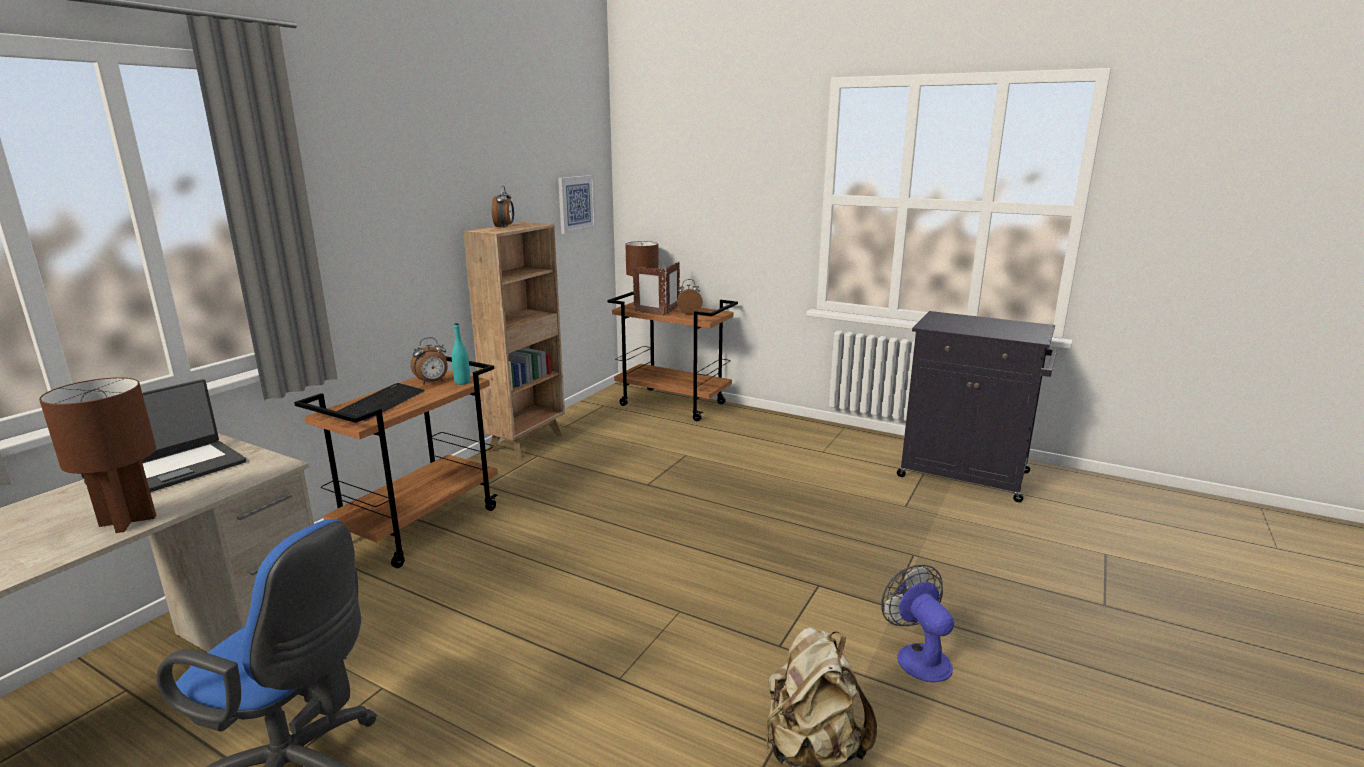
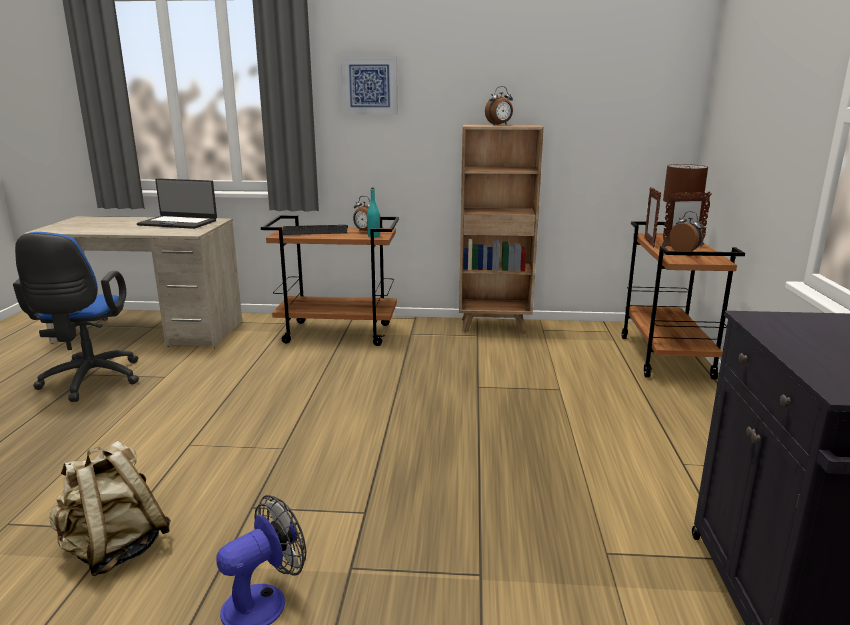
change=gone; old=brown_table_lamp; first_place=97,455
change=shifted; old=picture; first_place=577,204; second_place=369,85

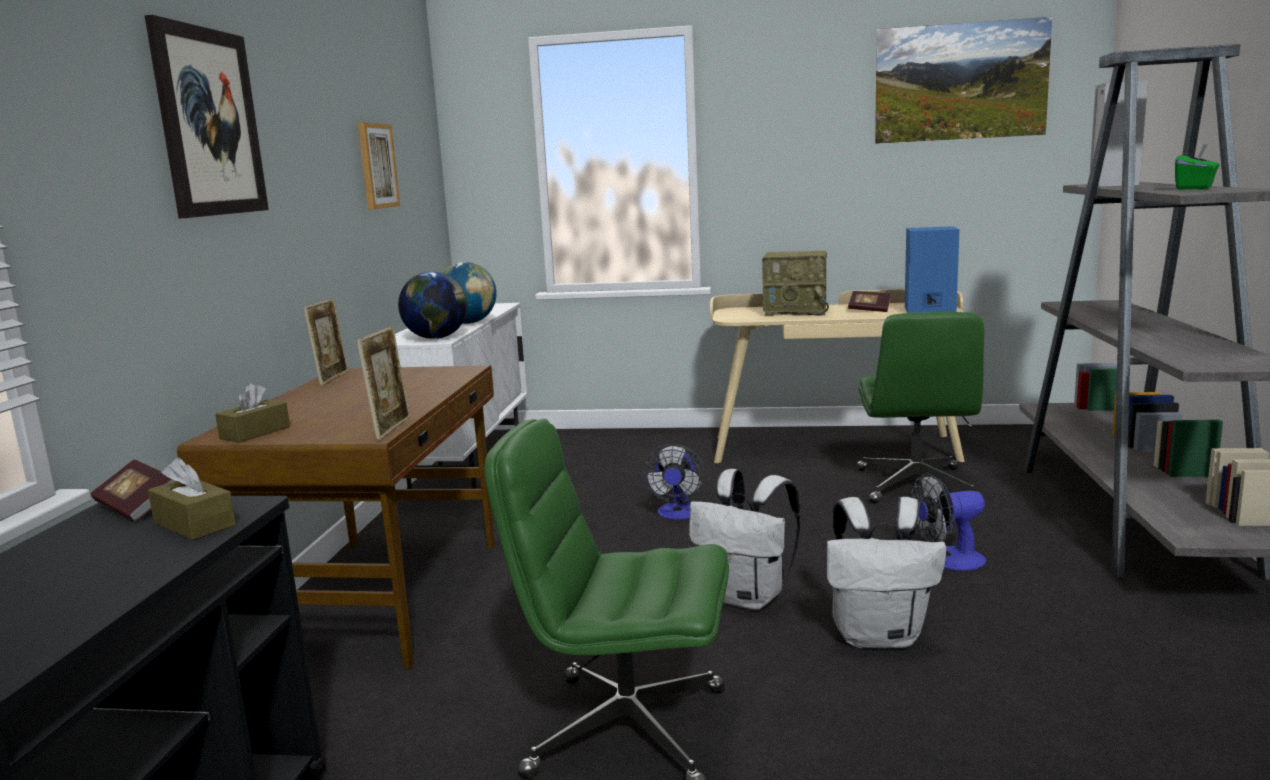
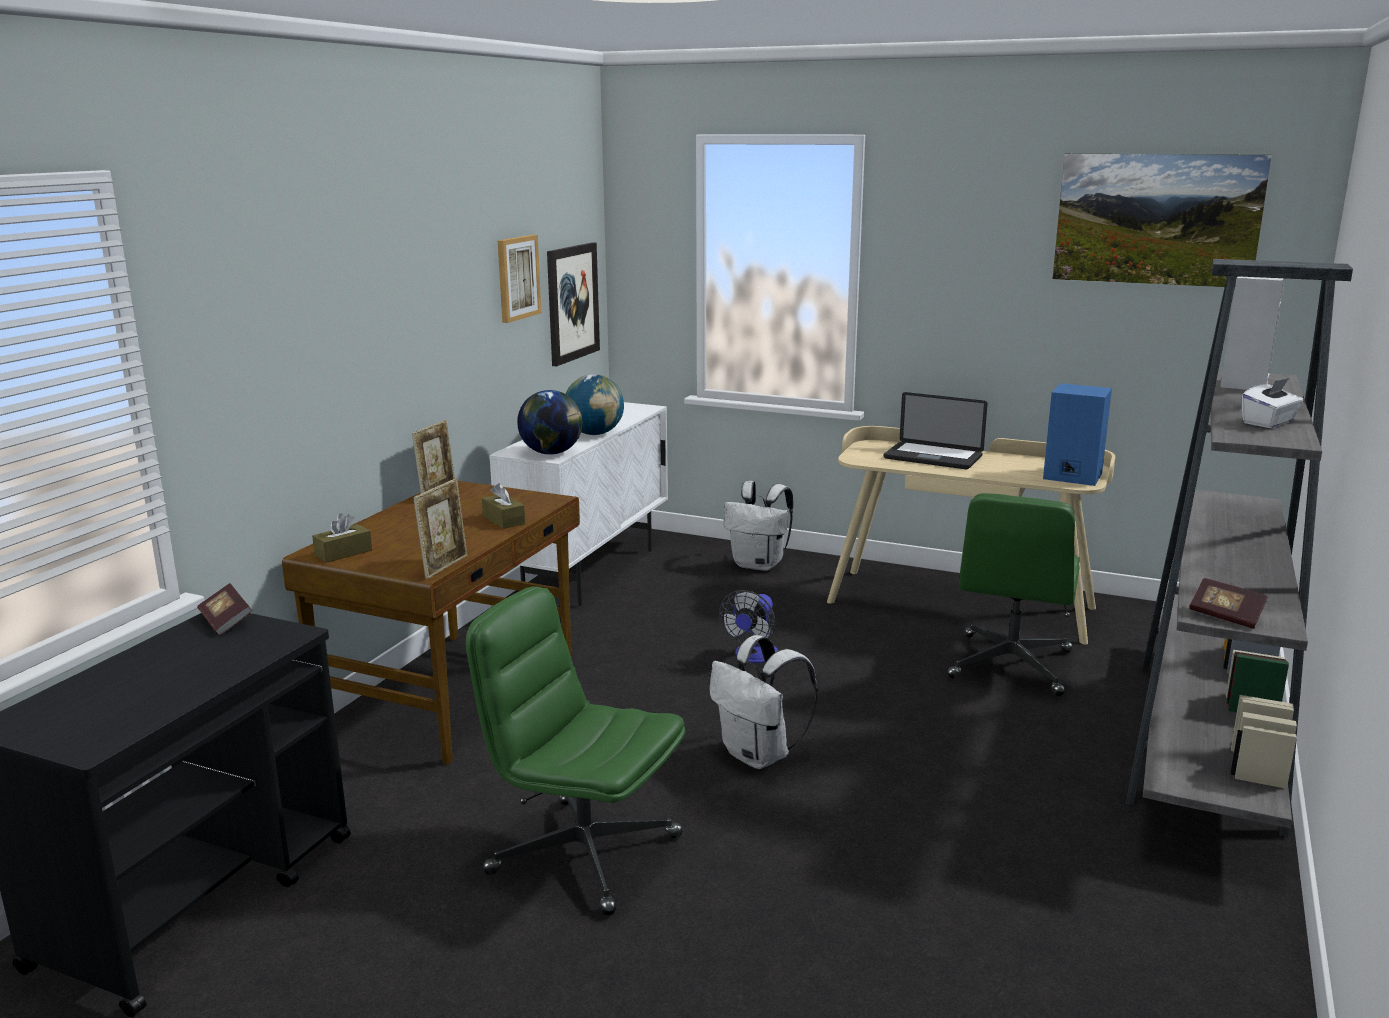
change=shifted; old=picture; first_place=206,116; second_place=573,304
change=shifted; old=brown_tissue_box; first_place=192,498; second_place=503,506
change=swapped; old=radio; new=laptop; first_place=795,283; second_place=935,430
change=shifted; old=white_backpack; first_place=887,572; second_place=758,526
change=shifted; old=book; first_place=869,301; second_place=1228,603
change=gone; old=fan; first_place=948,522
change=repainted; old=green_tissue_box; new=white_tissue_box; first_place=1197,167; second_place=1273,403

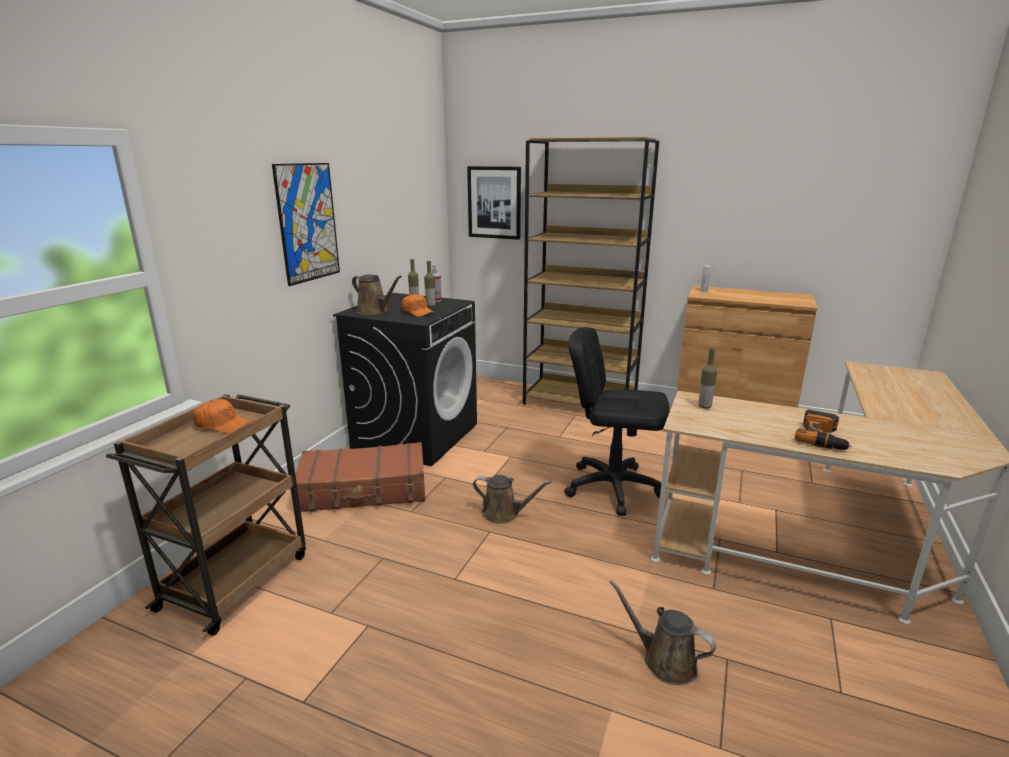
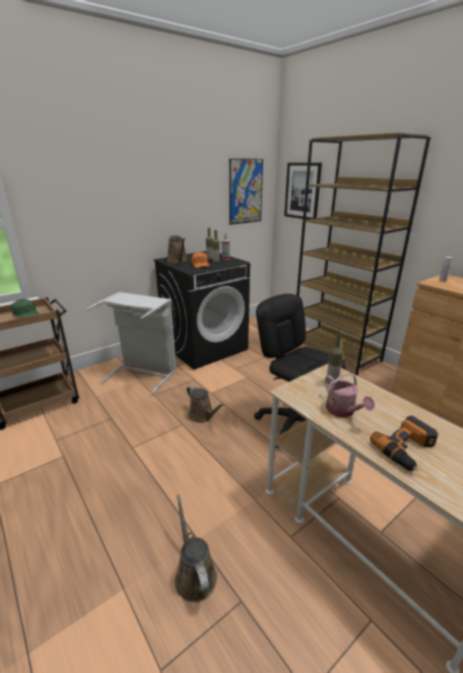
change=repainted; old=orange_cap; new=green_cap; first_place=222,416; second_place=25,308
change=shifted; old=picture; first_place=306,224; second_place=246,192
change=swapped; old=brown_suitcase; new=grey_laundry_basket; first_place=360,477; second_place=131,343
change=new; new=watering_can; second_place=350,395

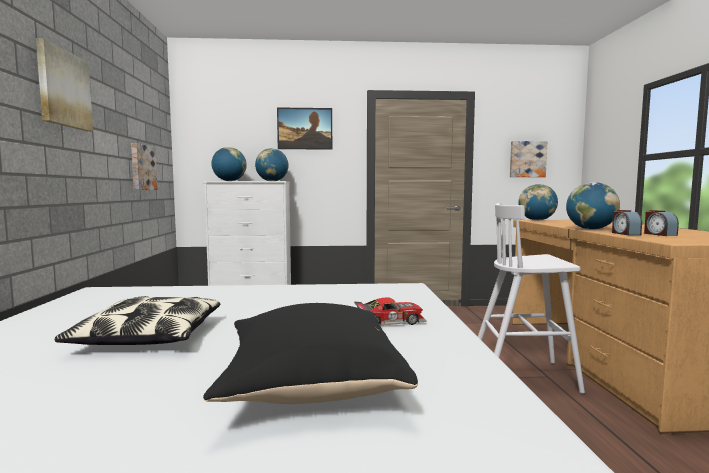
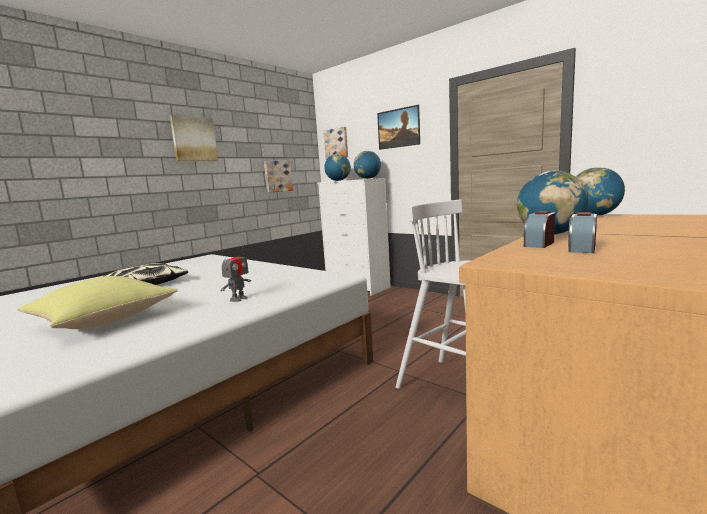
change=repainted; old=black_pillow; new=yellow_pillow; first_place=310,353; second_place=97,302
change=swapped; old=toy_car; new=toy_robot; first_place=390,311; second_place=235,274
change=shifted; old=picture; first_place=528,159; second_place=335,143

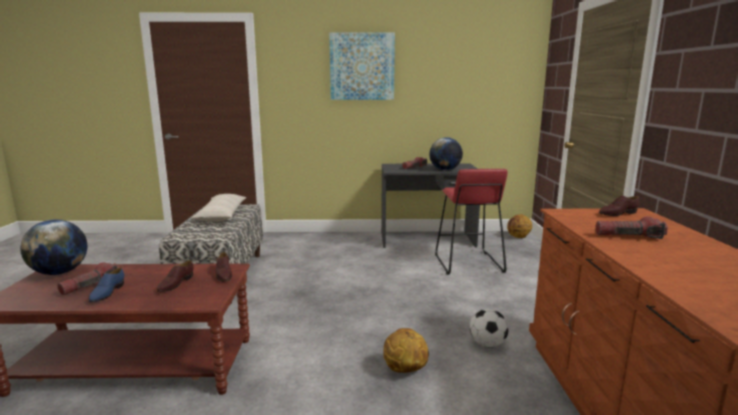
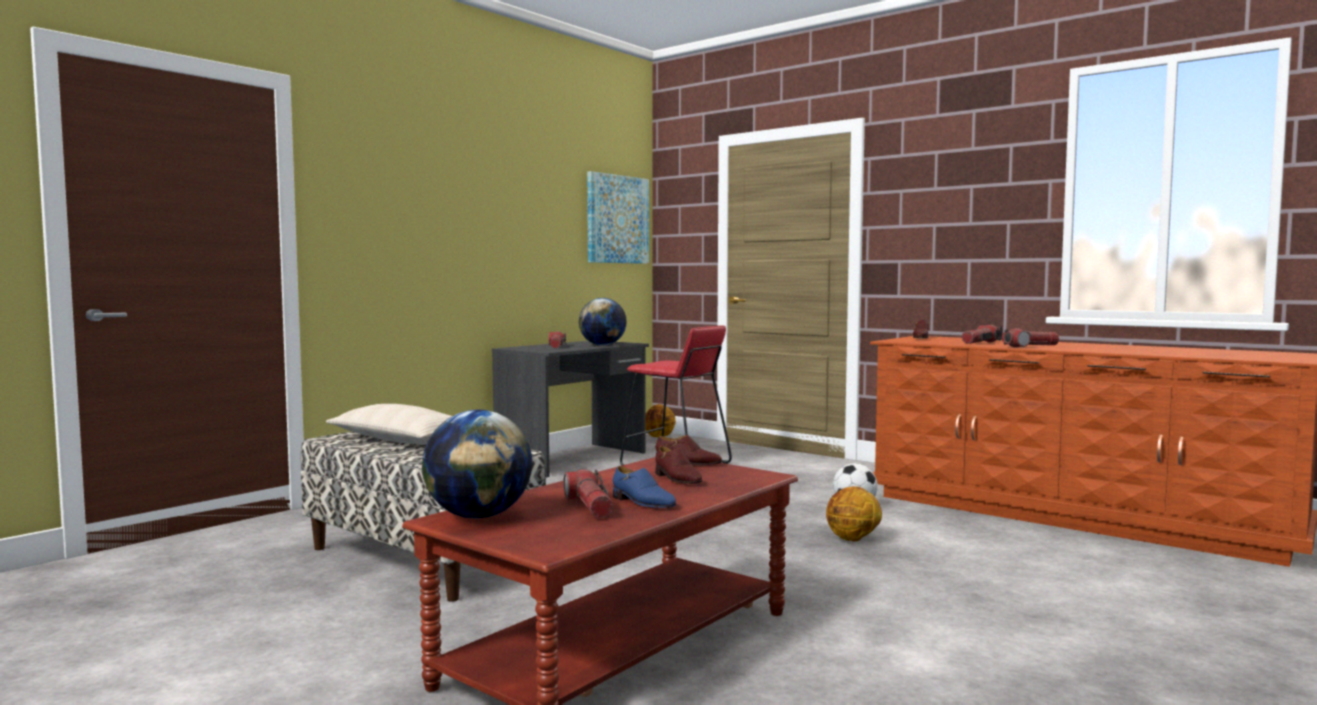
change=shifted; old=picture; first_place=362,66; second_place=618,217
change=new; new=flashlight; second_place=1030,337

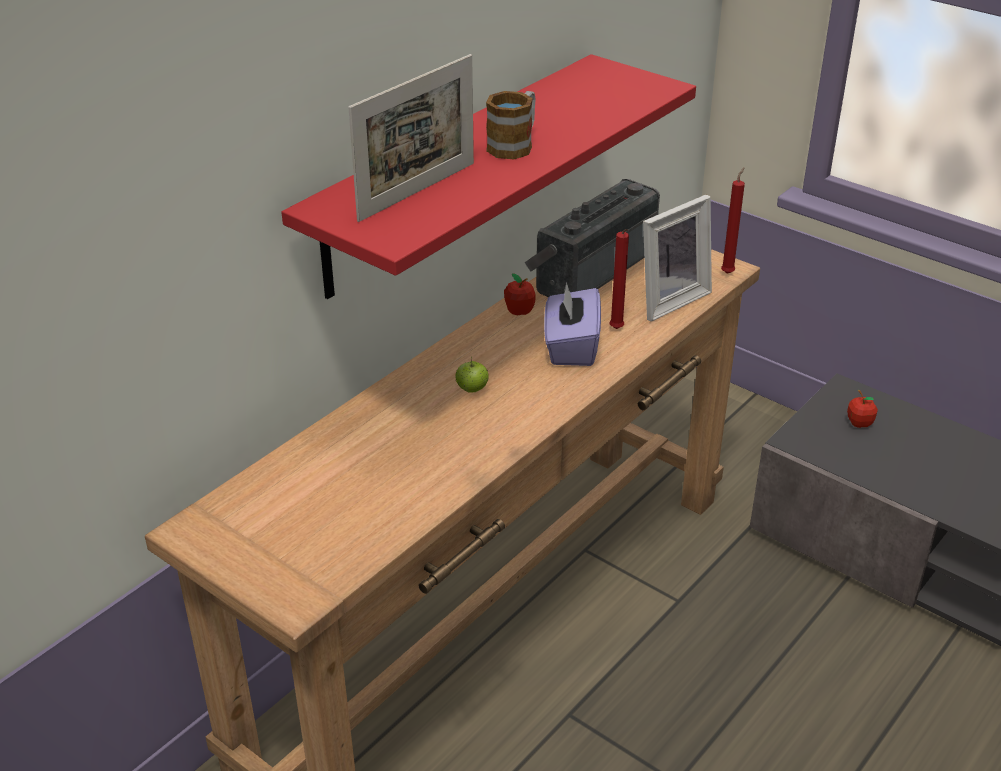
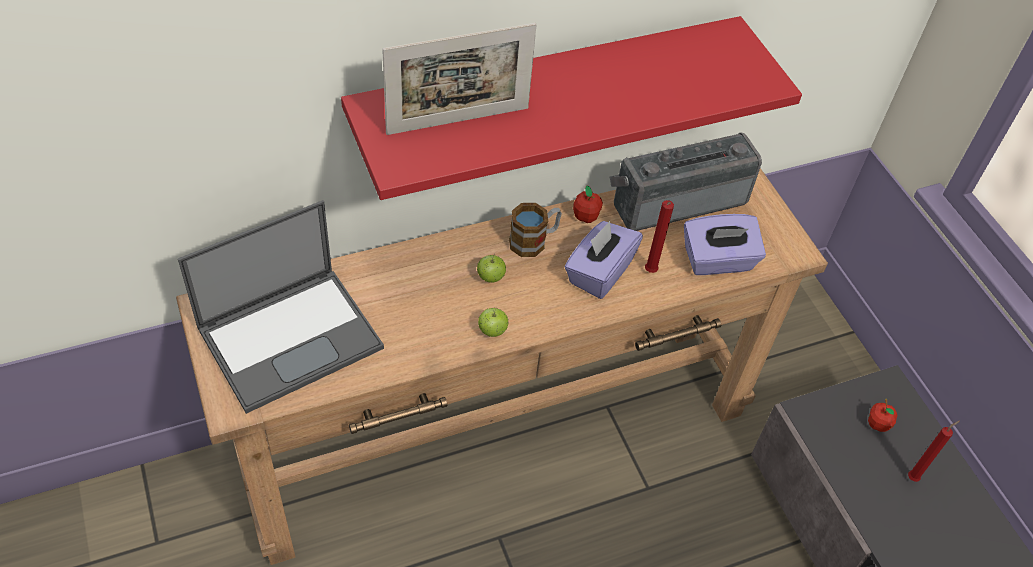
change=shifted; old=mug; first_place=511,125; second_place=535,230
change=swapped; old=picture_frame; new=purple_tissue_box; first_place=677,258; second_place=725,244
change=shifted; old=red_candle; first_place=733,220; second_place=934,451
change=new; new=laptop; second_place=281,307
change=new; new=apple; second_place=493,322

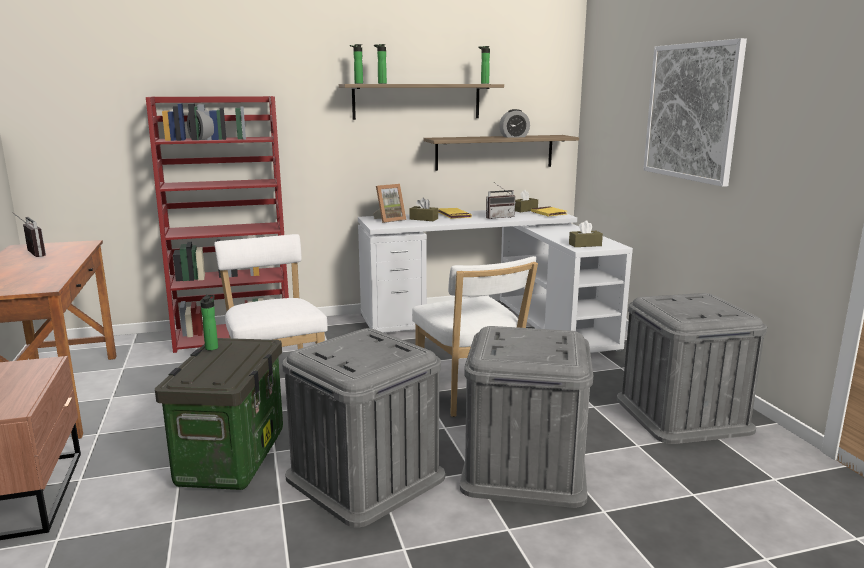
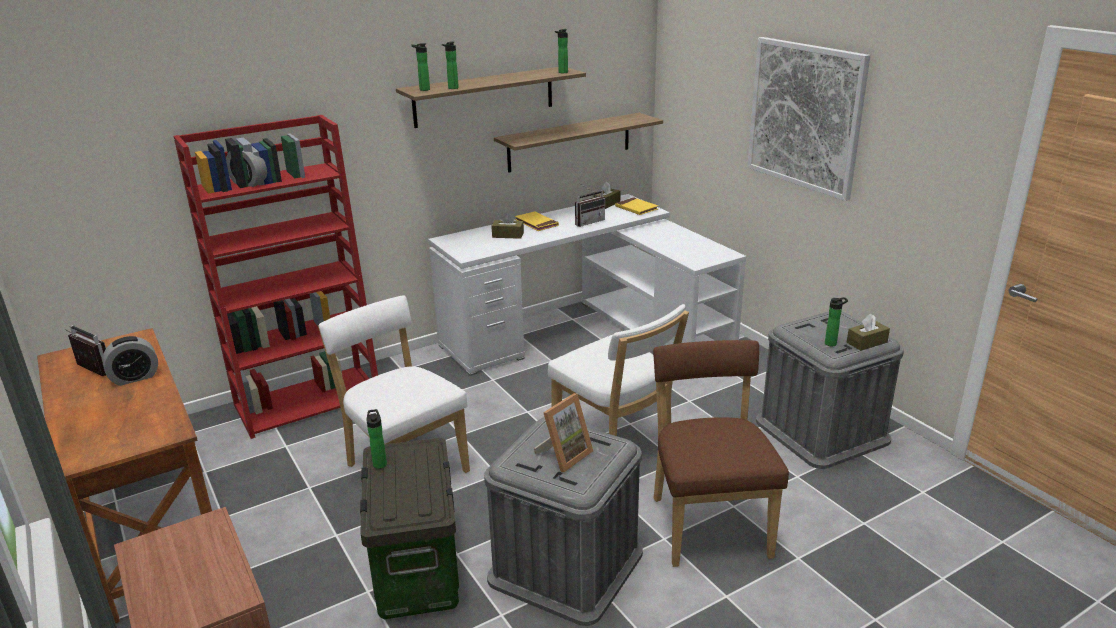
change=shifted; old=picture_frame; first_place=390,203; second_place=563,432
change=swapped; old=grey_storage_box; new=brown_chair; first_place=526,417; second_place=721,453
change=shifted; old=alarm_clock; first_place=514,123; second_place=130,361
change=shifted; old=brown_tissue_box; first_place=586,233; second_place=868,332
change=new; new=bottle; second_place=836,321

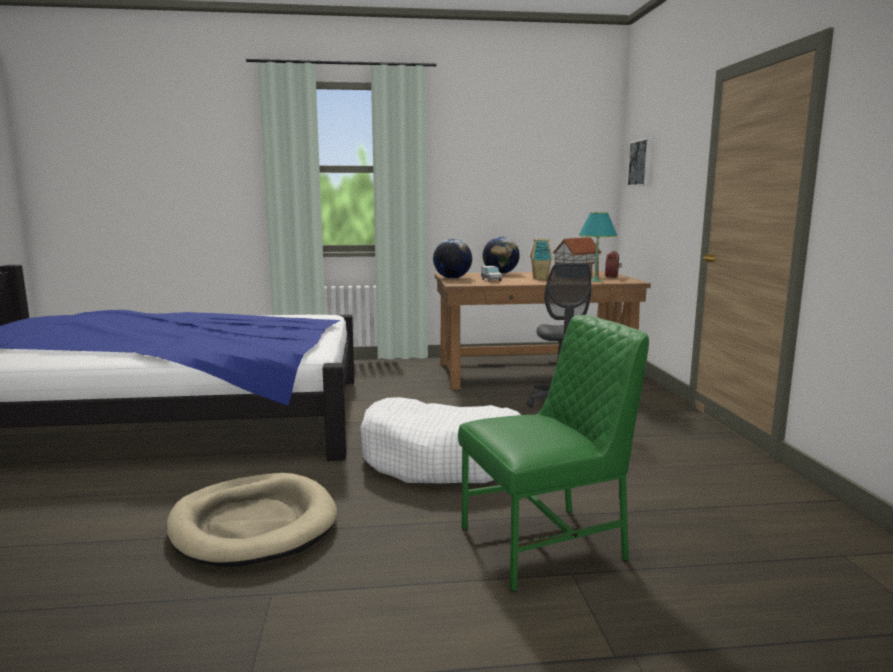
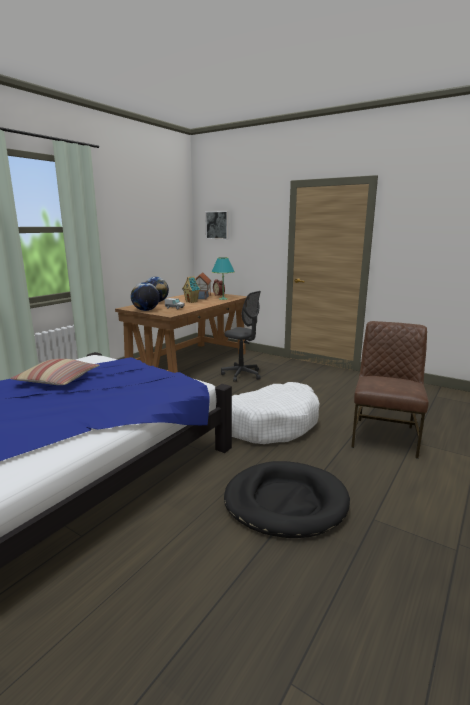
change=repainted; old=beige_dog_bed; new=black_dog_bed; first_place=251,520; second_place=287,499
change=repainted; old=green_chair; new=brown_chair; first_place=553,453; second_place=390,390
change=new; new=pillow; second_place=55,372

